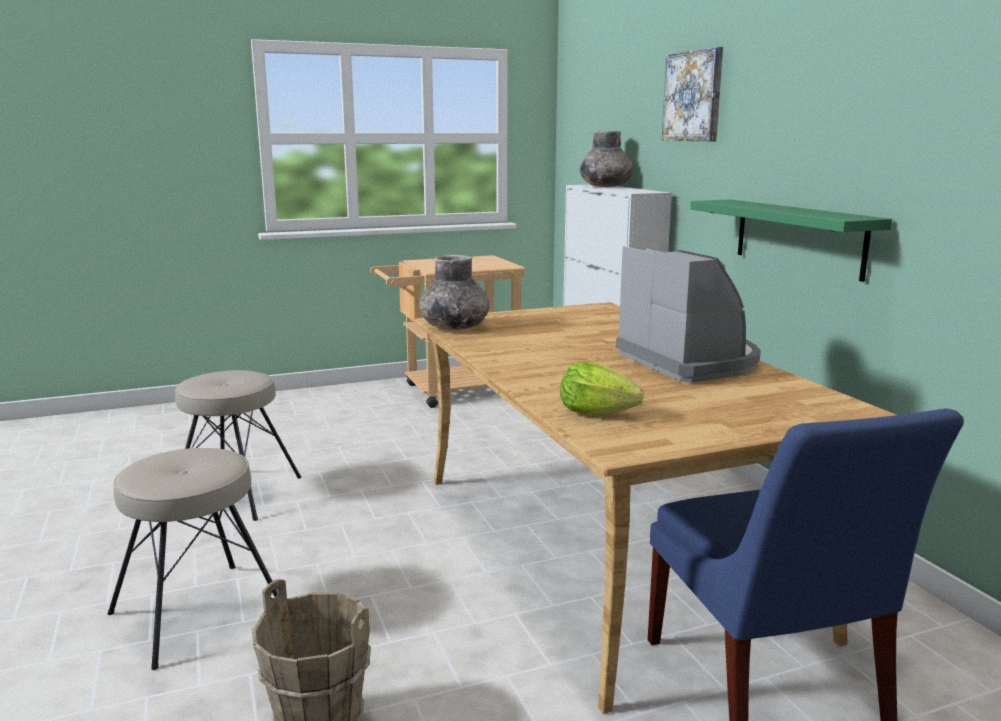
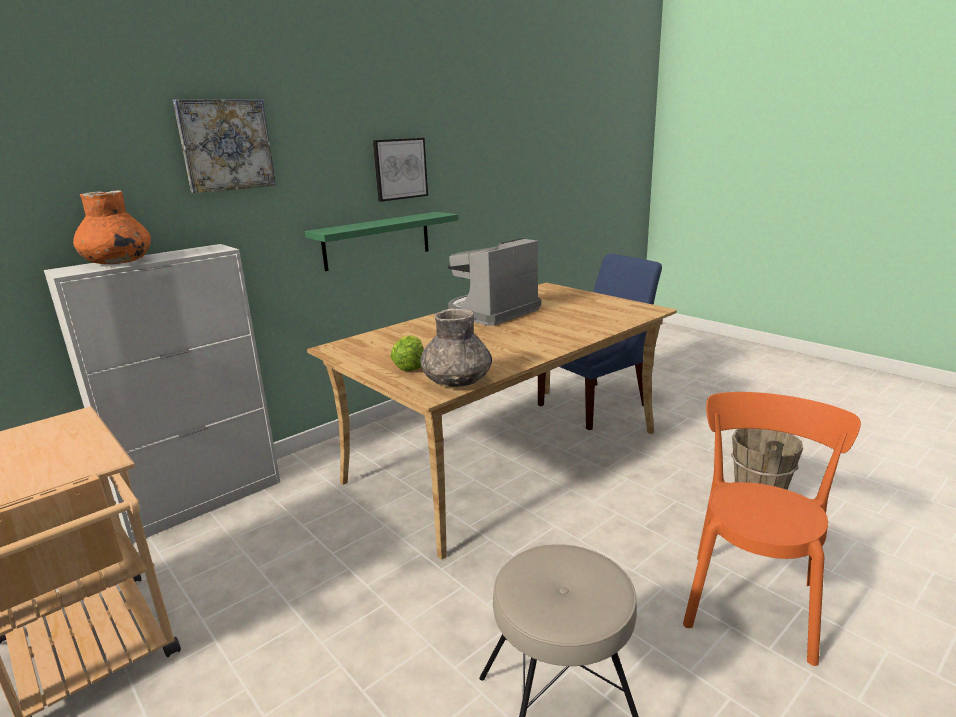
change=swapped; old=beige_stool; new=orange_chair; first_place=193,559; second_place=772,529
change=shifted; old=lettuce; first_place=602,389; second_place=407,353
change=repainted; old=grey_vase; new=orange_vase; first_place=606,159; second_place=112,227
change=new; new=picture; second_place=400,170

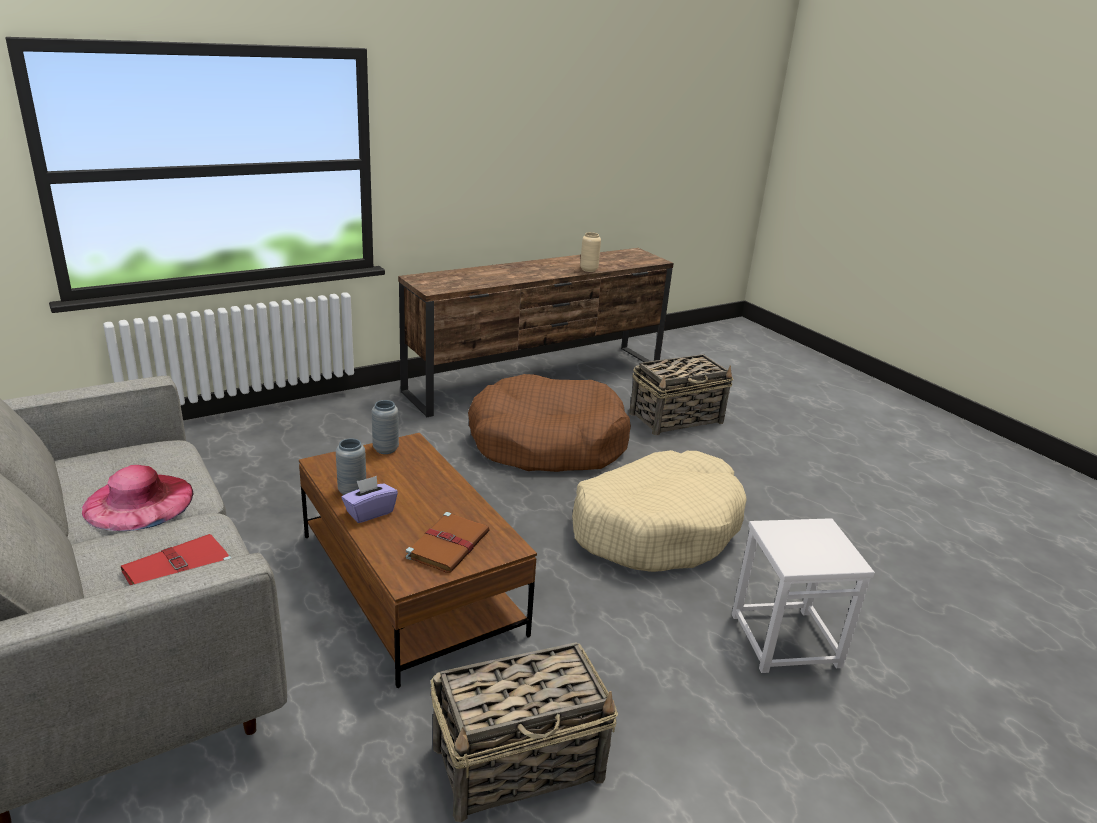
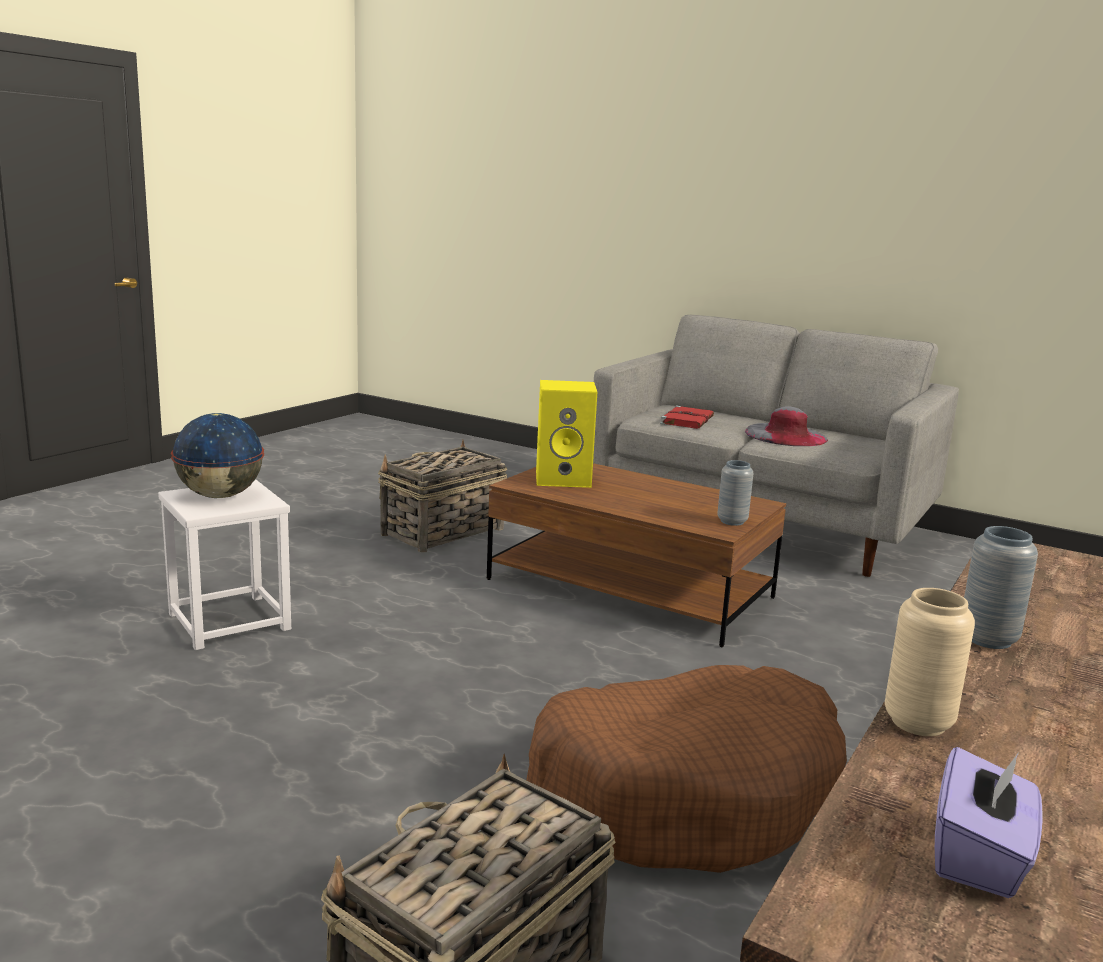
change=repainted; old=pink_hat; new=grey_hat; first_place=137,498; second_place=786,426
change=shifted; old=grey_vase; first_place=351,466; second_place=1001,587
change=shifted; old=purple_tissue_box; first_place=369,499; second_place=989,822
change=swapped; old=brown_book; new=yellow_speaker; first_place=448,542; second_place=566,434
change=gone; old=beige_dog_bed; first_place=659,511
change=new; new=globe; second_place=217,455

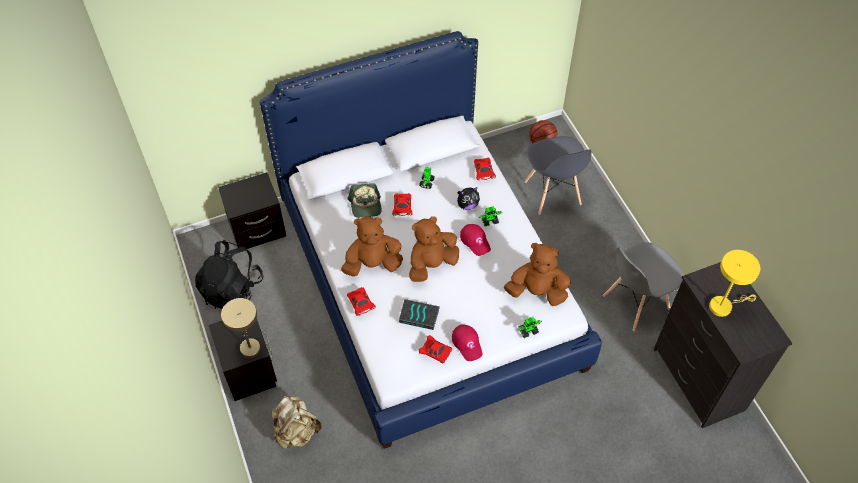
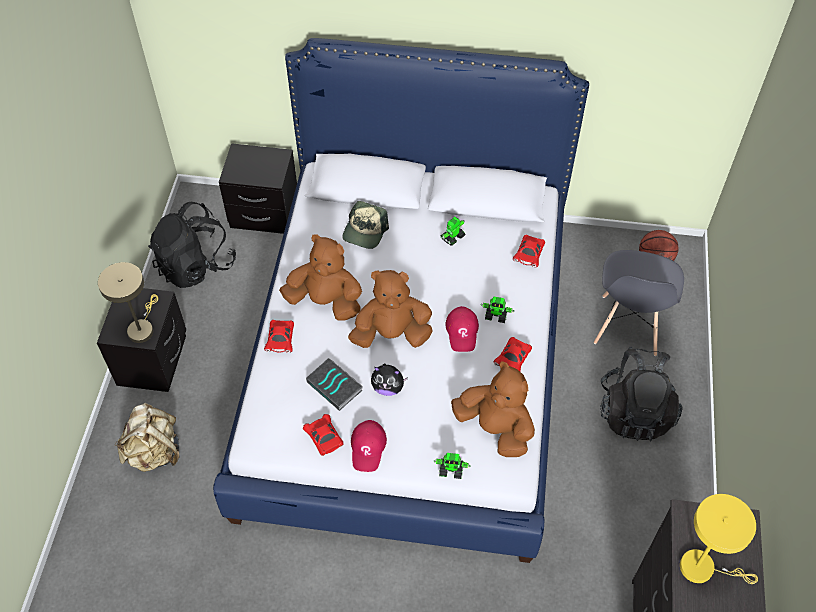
change=shifted; old=red_toy_car; first_place=402,204; second_place=513,354
change=shifted; old=plush_toy; first_place=468,198; second_place=389,380
change=gone; old=grey_chair; first_place=643,286
change=new; new=black_backpack; second_place=641,394

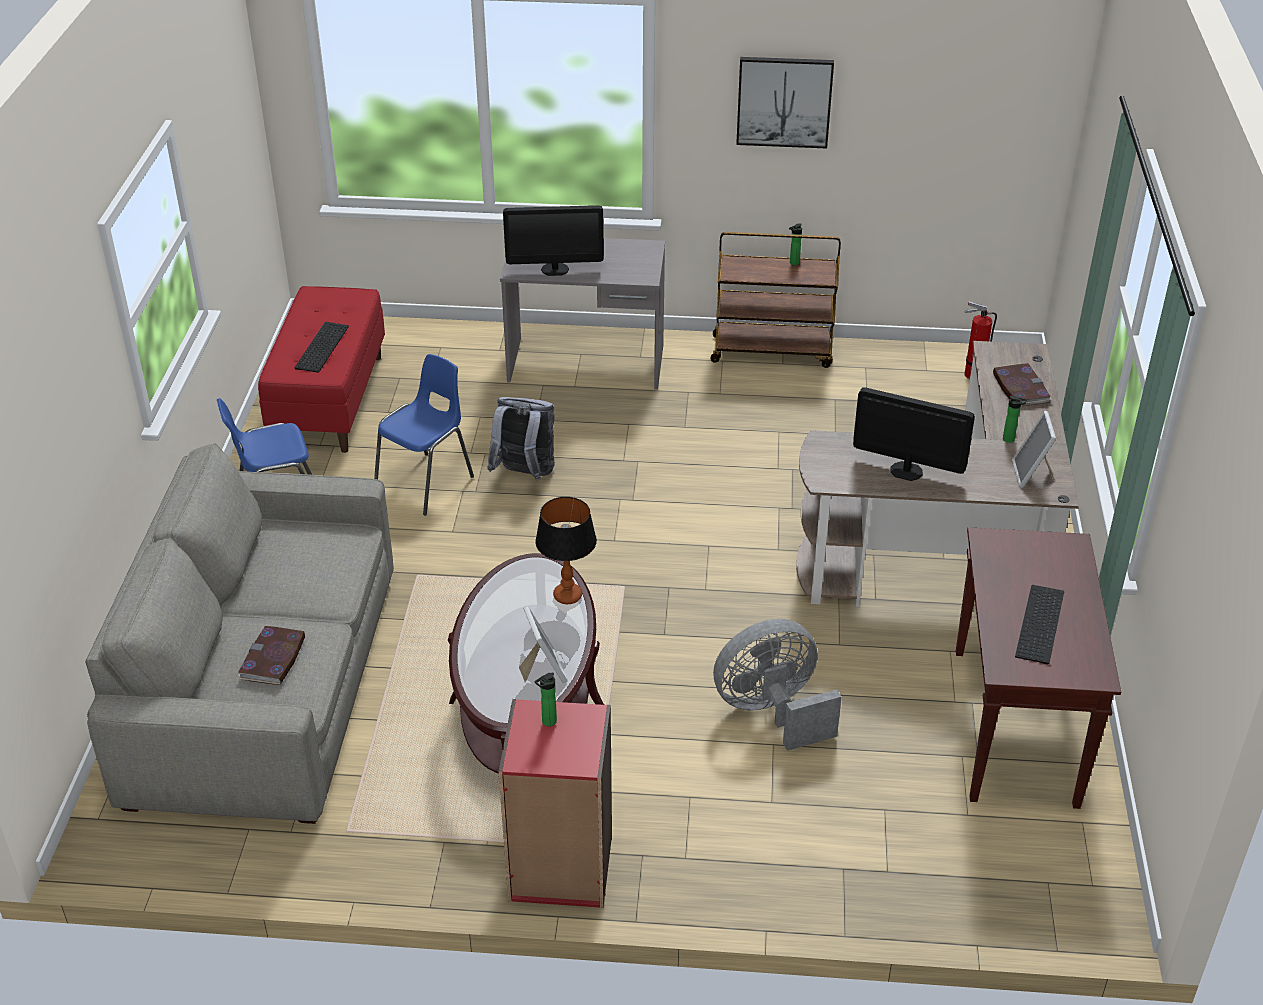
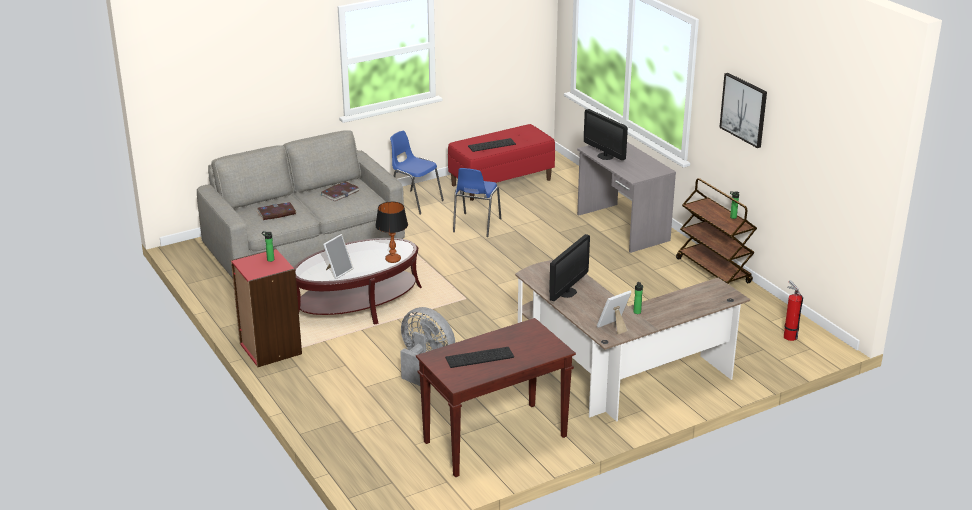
change=rotated; old=blue_chair; first_place=424,435; second_place=477,202; degrees=105
change=gone; old=grey_backpack; first_place=521,438
change=rotated; old=monitor; first_place=914,434; second_place=569,267; degrees=45
change=shifted; old=book; first_place=1022,385; second_place=340,191

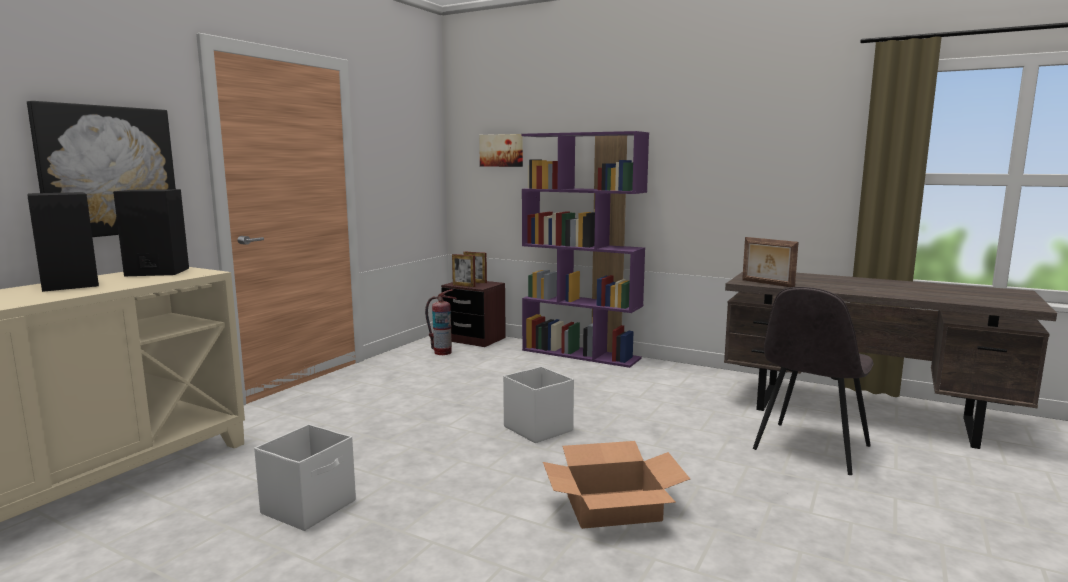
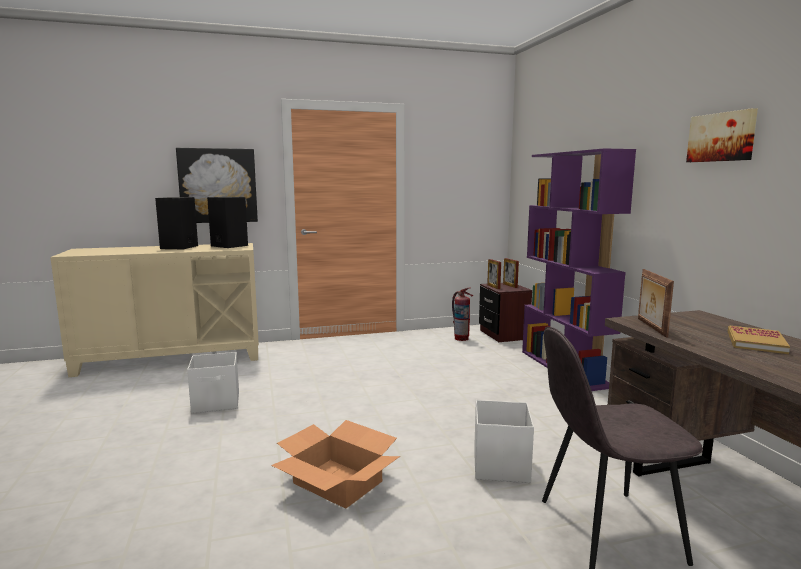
change=shifted; old=picture; first_place=501,150; second_place=722,135
change=shifted; old=white_storage_box; first_place=538,405; second_place=504,441
change=new; new=book; second_place=759,339

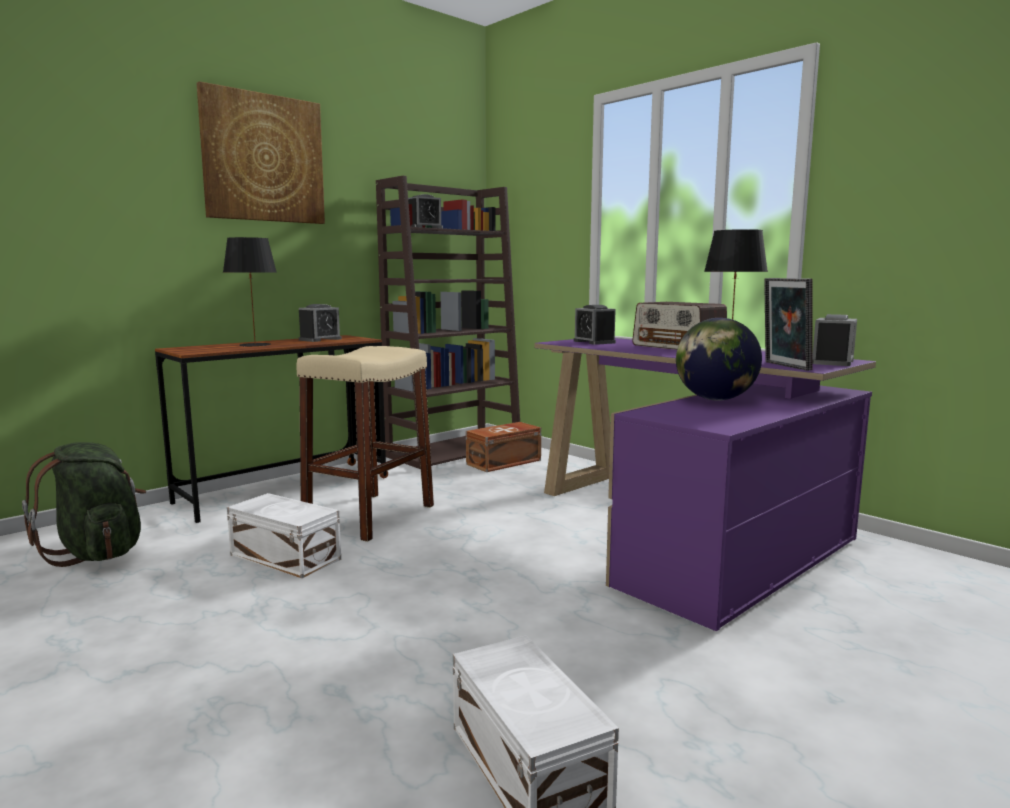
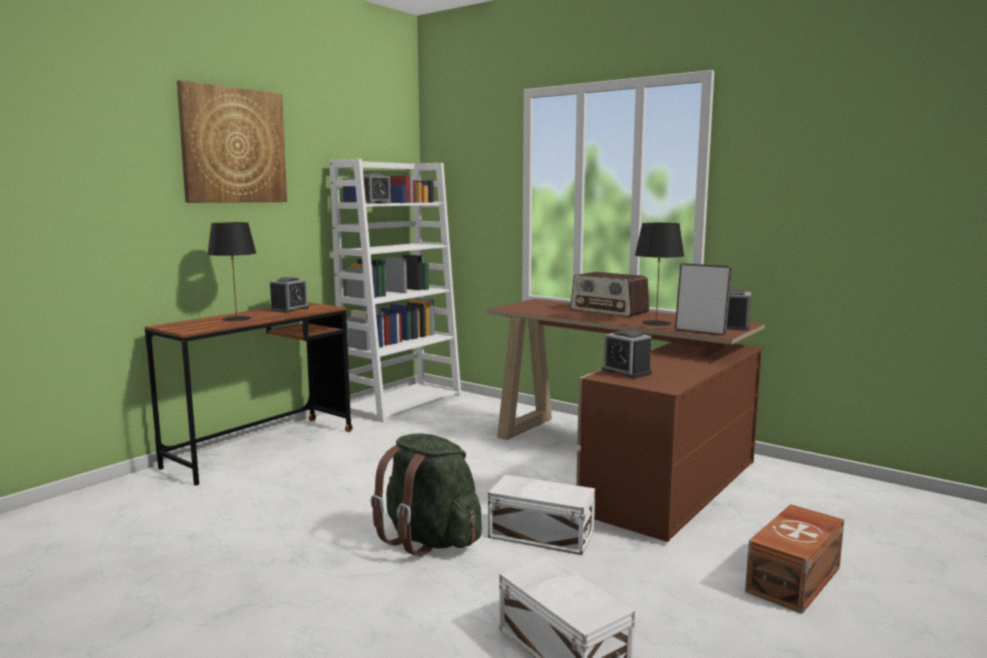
change=shifted; old=green_backpack; first_place=84,504; second_place=426,495
change=shifted; old=white_storage_box; first_place=284,535; second_place=541,515
change=gone; old=beige_stool; first_place=365,444
change=repainted; old=brown_bookcase; new=white_bookcase; first_place=448,322; second_place=395,291
change=shifted; old=brown_storage_box; first_place=503,447; second_place=794,558
change=repainted; old=purple_desk; new=brown_desk; first_place=705,484; second_place=626,420
change=shifted; old=alarm_clock; first_place=595,325; second_place=627,354
change=gone; old=globe; first_place=719,359
change=rotated; old=picture_frame; first_place=788,324; second_place=703,299; degrees=150

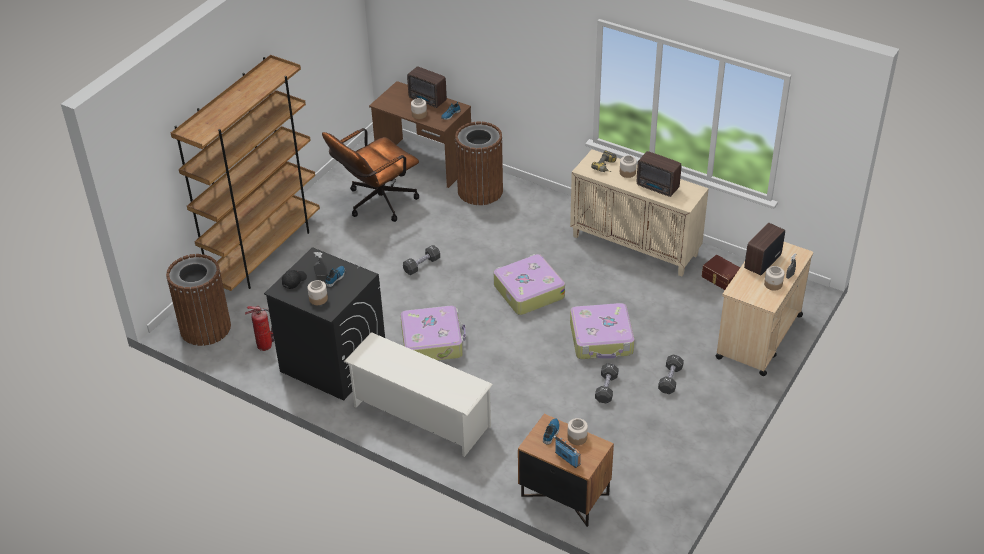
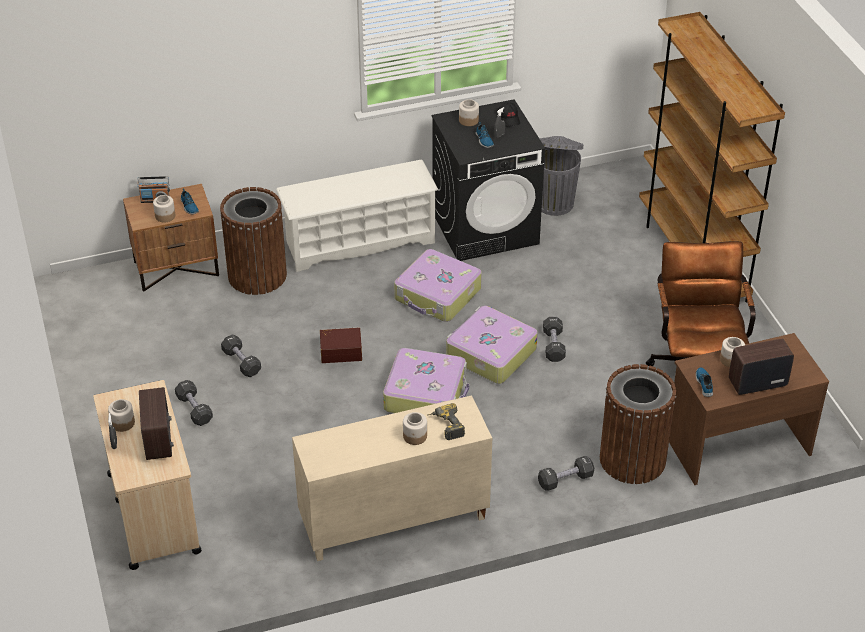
change=shifted; old=brown_trash_can; first_place=198,300; second_place=253,241
change=swapped; old=fire_extinguisher; new=grey_trash_can; first_place=259,328; second_place=561,176
change=shifted; old=suitcase; first_place=602,331; second_place=492,345
change=gone; old=radio; first_place=659,174
change=shifted; old=brown_storage_box; first_place=720,272; second_place=341,345
change=new; new=black_dumbbell; second_place=566,473

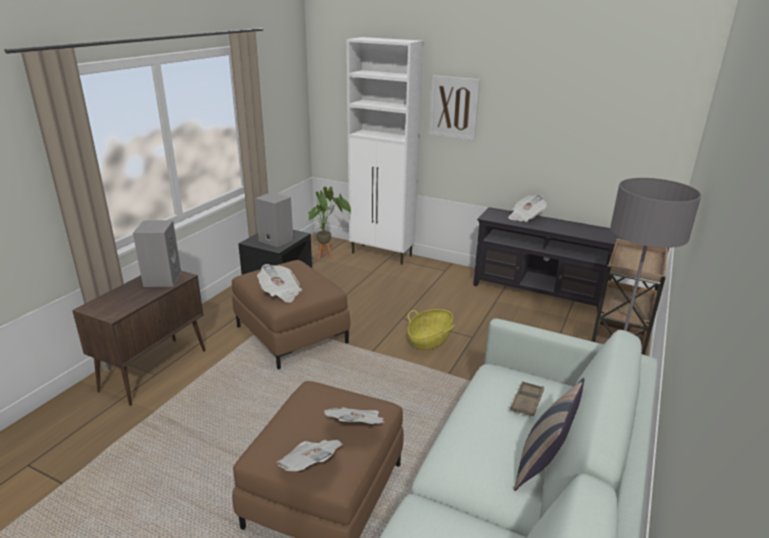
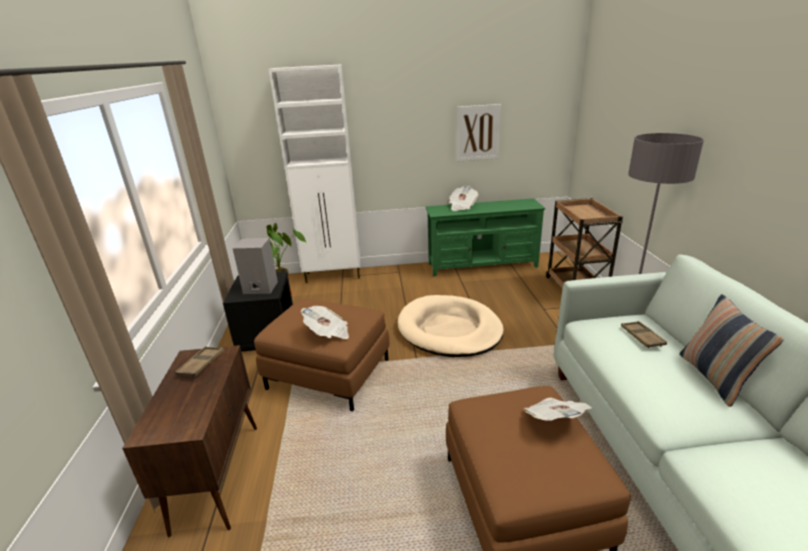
change=swapped; old=grey_speaker; new=brown_tray; first_place=157,253; second_place=199,361
change=gone; old=newspaper; first_place=309,455
change=swapped; old=basket; new=beige_dog_bed; first_place=431,329; second_place=451,326
change=shifted; old=picture; first_place=454,108; second_place=478,133
change=repainted; old=black_tv_stand; new=green_tv_stand; first_place=547,259; second_place=485,237

